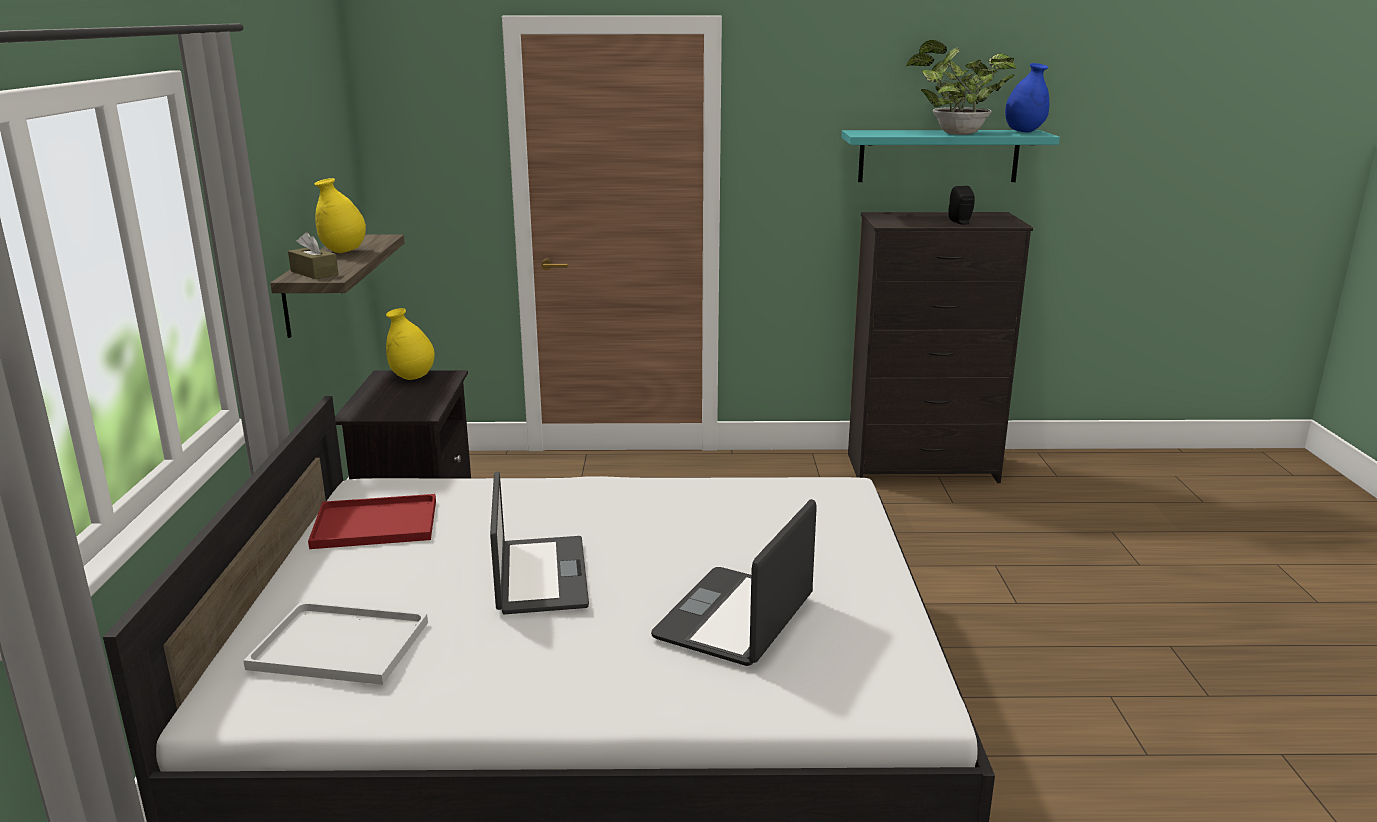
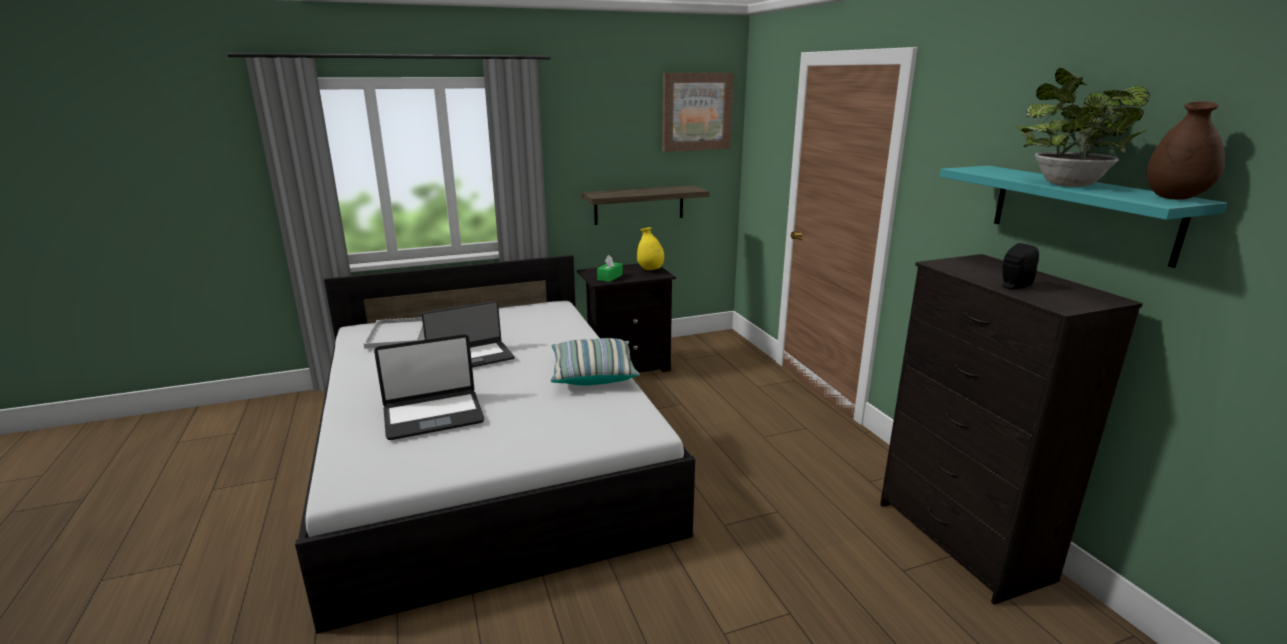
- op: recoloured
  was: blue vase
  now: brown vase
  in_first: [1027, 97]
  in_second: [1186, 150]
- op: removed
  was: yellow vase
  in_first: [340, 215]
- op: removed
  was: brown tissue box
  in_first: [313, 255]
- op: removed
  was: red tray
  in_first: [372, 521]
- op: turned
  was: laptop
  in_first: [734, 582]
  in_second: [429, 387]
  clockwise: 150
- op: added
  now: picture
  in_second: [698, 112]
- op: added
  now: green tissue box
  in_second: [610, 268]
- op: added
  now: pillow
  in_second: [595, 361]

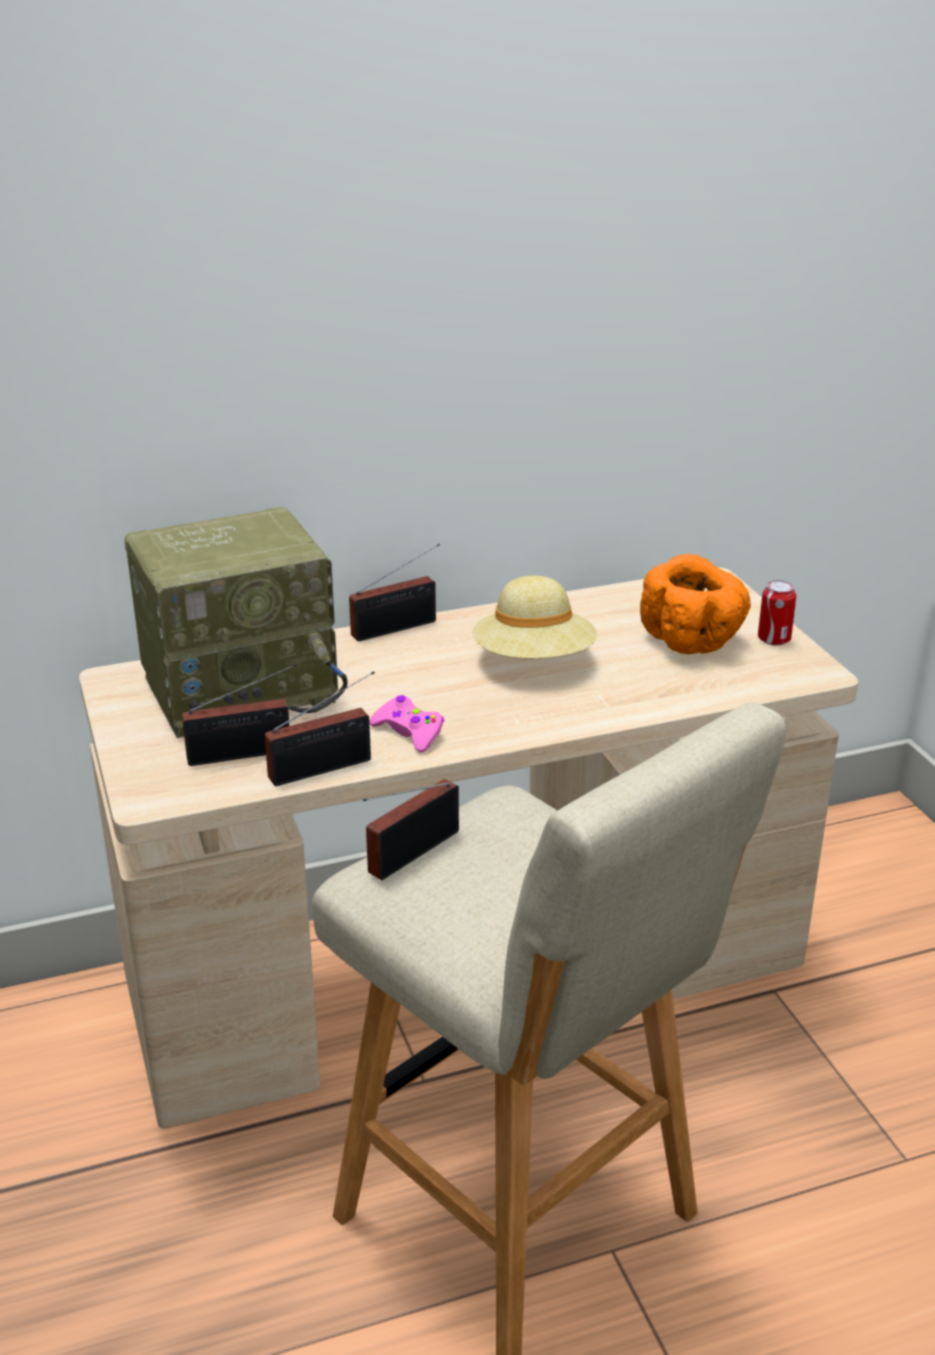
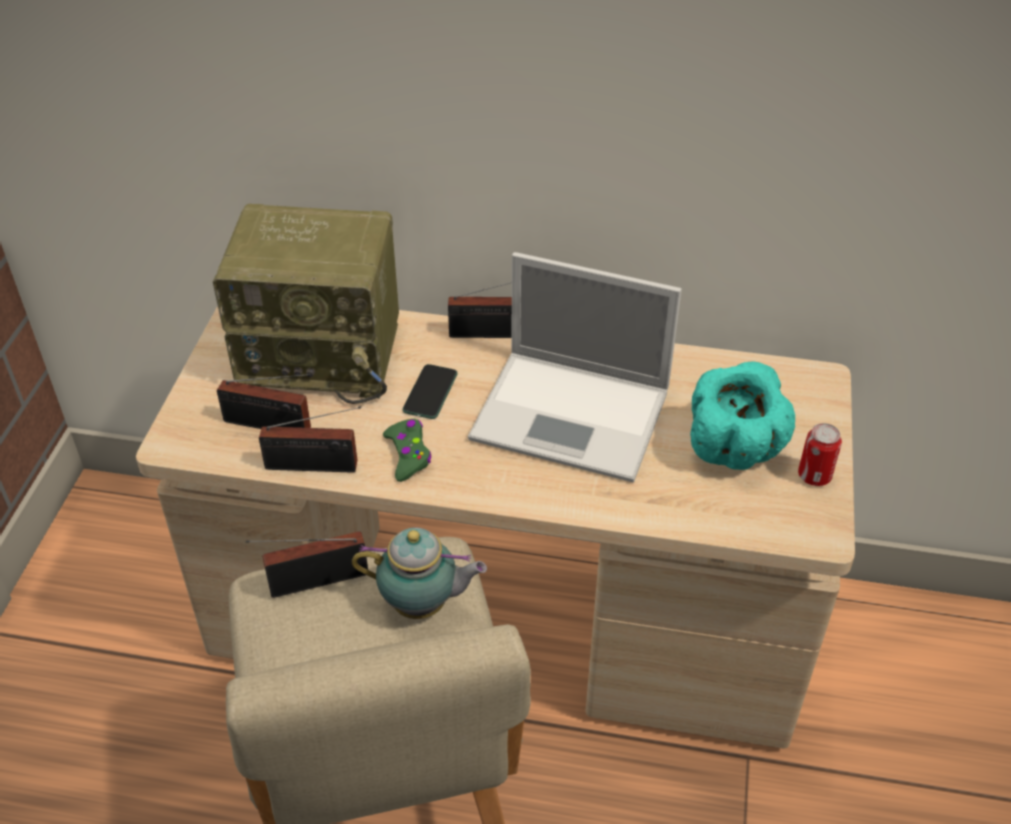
- op: recoloured
  was: orange bowl
  now: turquoise bowl
  in_first: [695, 604]
  in_second: [742, 415]
- op: replaced
  was: beige hat
  now: laptop
  in_first: [535, 617]
  in_second: [575, 367]
- op: recoloured
  was: pink game controller
  now: green game controller
  in_first: [406, 723]
  in_second: [407, 450]
- op: added
  now: phone
  in_second: [430, 391]
- op: added
  now: teapot
  in_second: [419, 573]

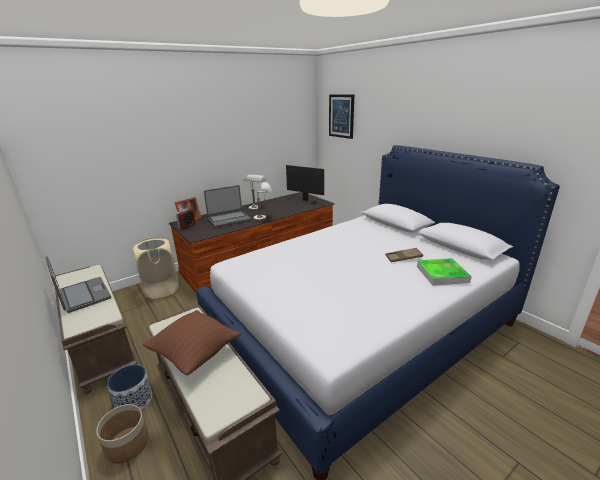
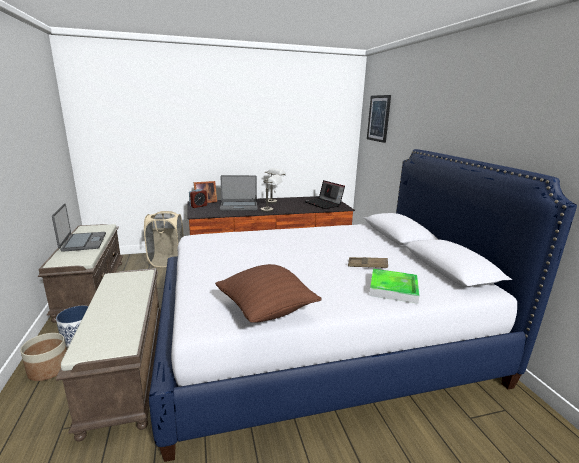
- op: replaced
  was: monitor
  now: laptop
  in_first: [305, 185]
  in_second: [324, 194]
- op: moved
  was: brown pillow
  in_first: [192, 343]
  in_second: [268, 293]

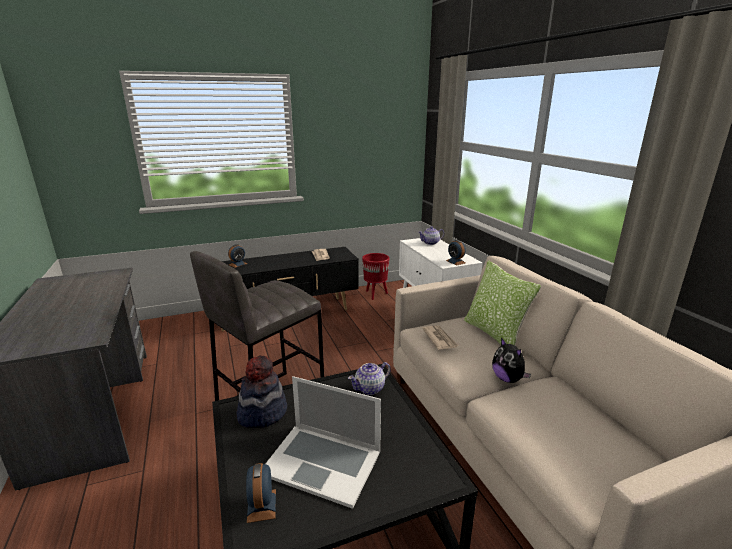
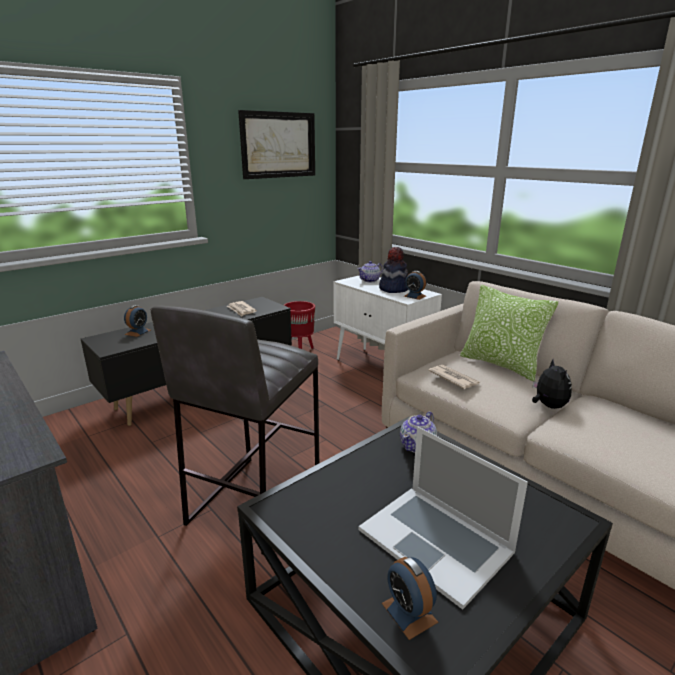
- op: turned
  was: plush toy
  in_first: [511, 360]
  in_second: [552, 384]
  clockwise: -135
- op: moved
  was: hat
  in_first: [261, 392]
  in_second: [393, 270]
- op: turned
  was: laptop
  in_first: [323, 442]
  in_second: [443, 518]
  clockwise: 45
- op: added
  now: picture
  in_second: [276, 144]

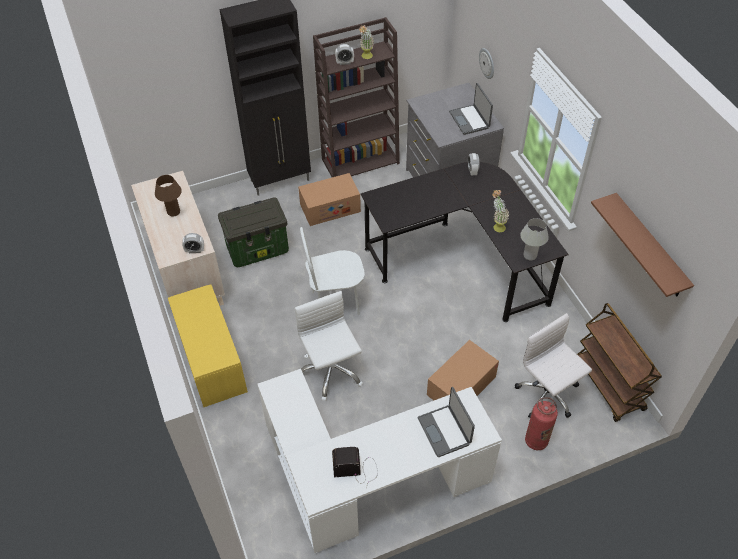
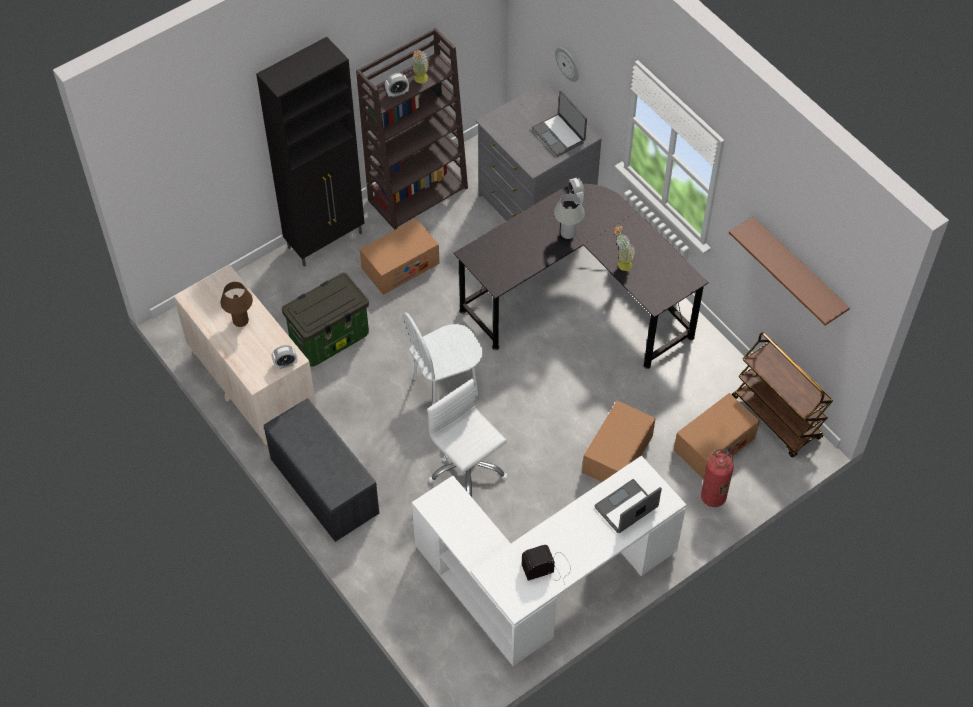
- op: moved
  was: white table lamp
  in_first: [534, 239]
  in_second: [569, 216]
- op: recoloured
  was: yellow bench
  now: grey bench
  in_first: [208, 345]
  in_second: [321, 470]
- op: replaced
  was: white office chair
  now: cardboard box
  in_first: [553, 365]
  in_second: [717, 436]
- op: turned
  was: laptop
  in_first: [446, 422]
  in_second: [628, 506]
  clockwise: 90

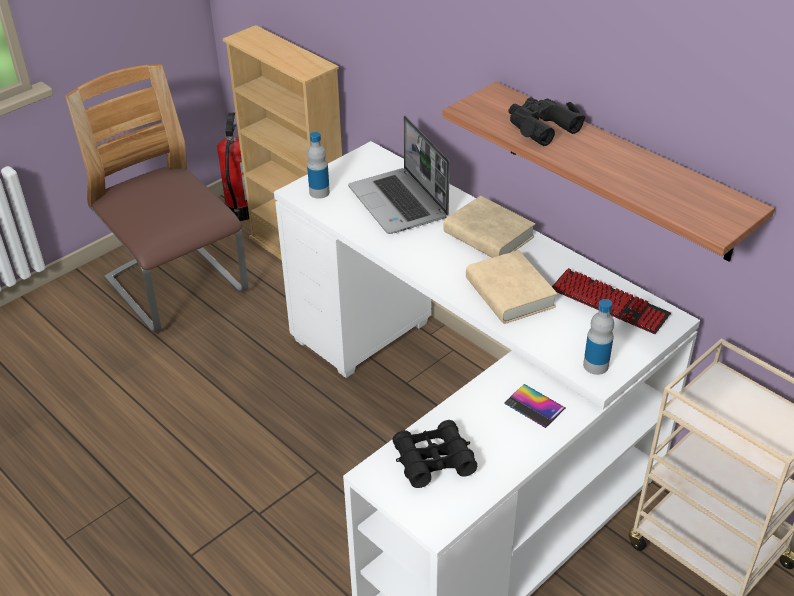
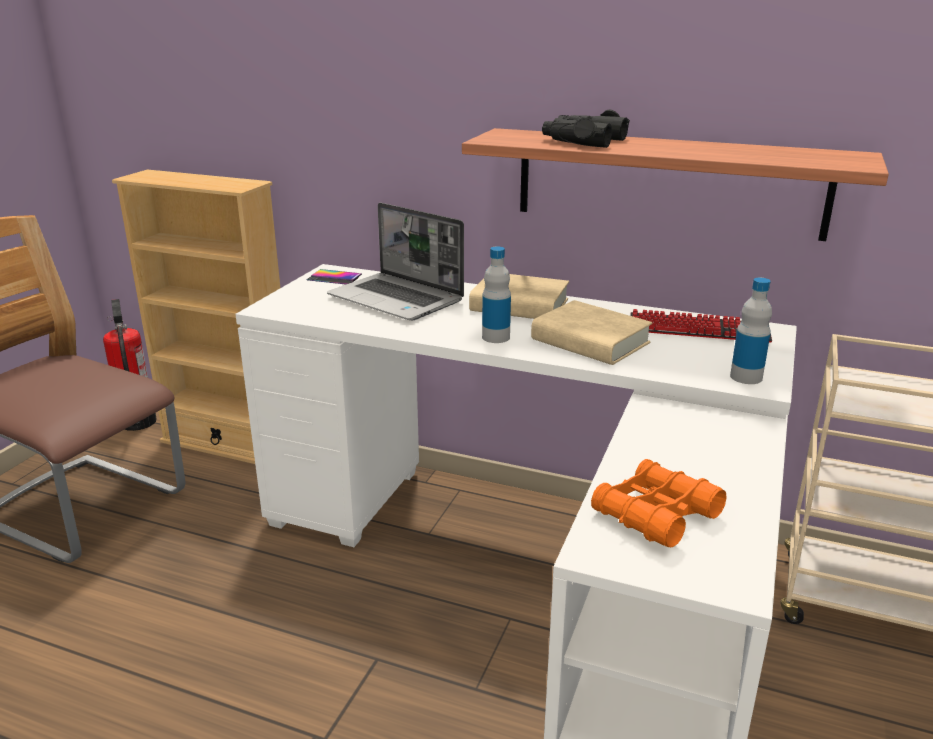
- op: moved
  was: bottle
  in_first: [318, 165]
  in_second: [496, 294]
- op: moved
  was: phone
  in_first: [534, 406]
  in_second: [334, 277]
- op: recoloured
  was: black binoculars
  now: orange binoculars
  in_first: [434, 454]
  in_second: [659, 503]

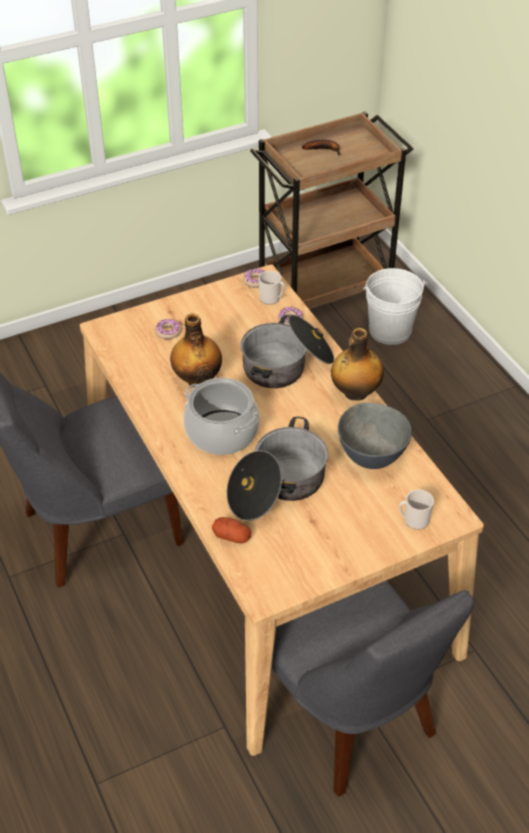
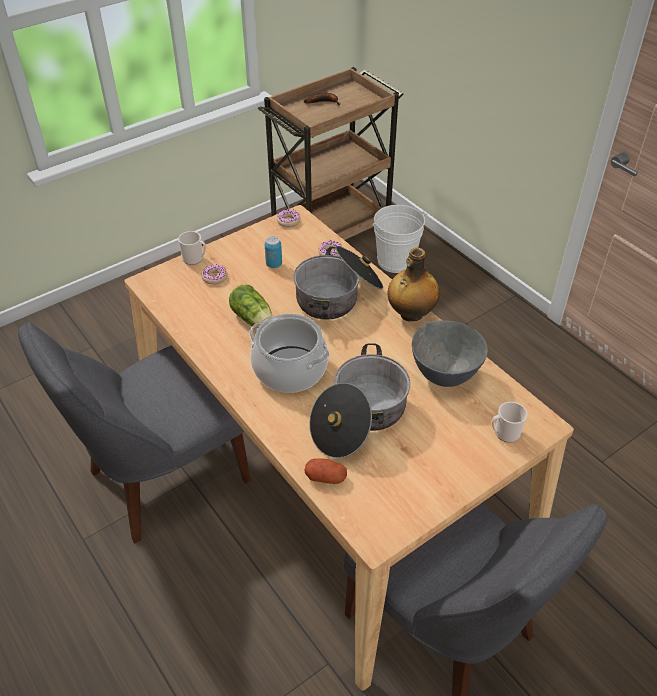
- op: moved
  was: mug
  in_first: [272, 288]
  in_second: [192, 248]
- op: replaced
  was: bottle
  now: lettuce
  in_first: [196, 350]
  in_second: [251, 306]
- op: added
  now: can
  in_second: [273, 252]

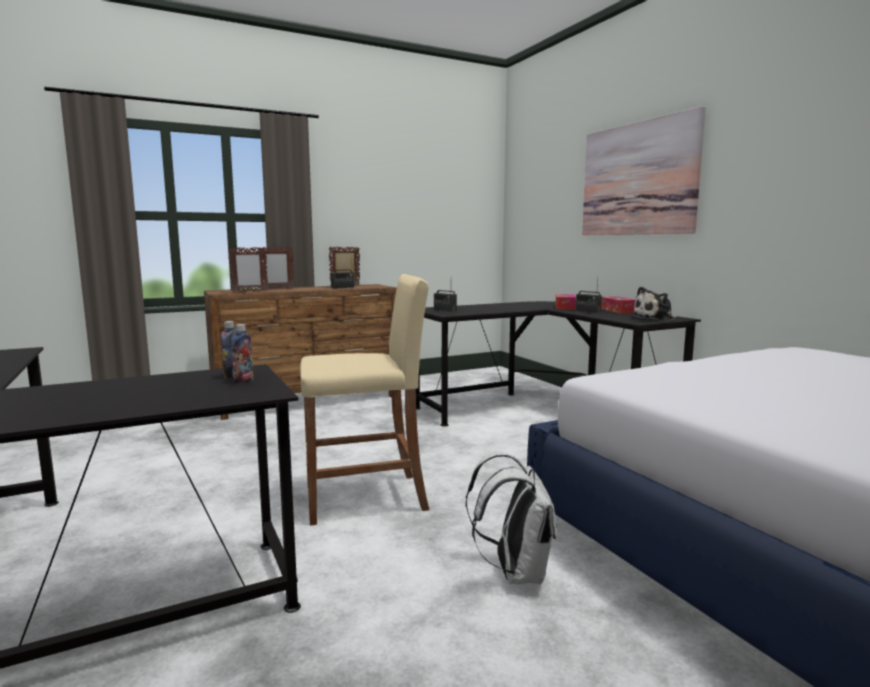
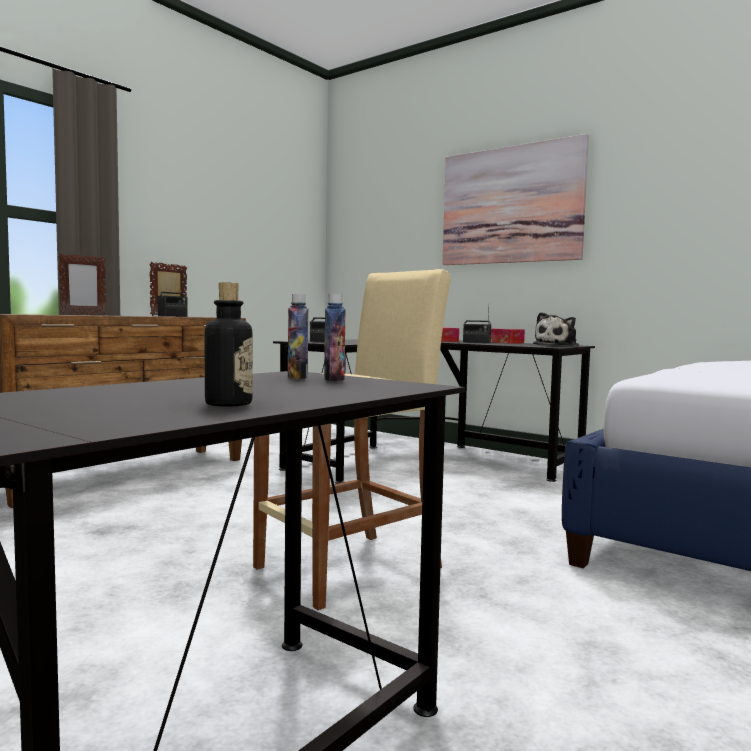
- op: removed
  was: picture frame
  in_first: [248, 270]
- op: removed
  was: white backpack
  in_first: [511, 519]
- op: added
  now: bottle
  in_second: [229, 344]

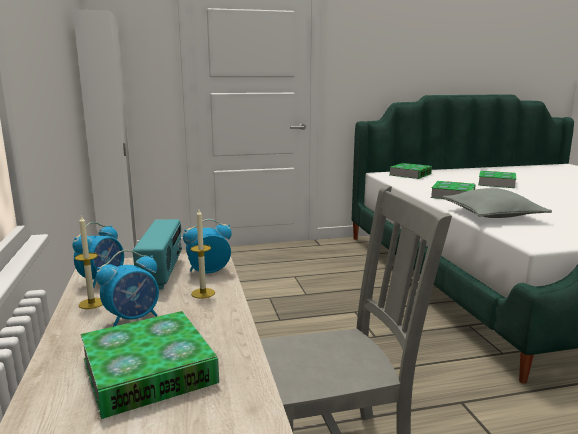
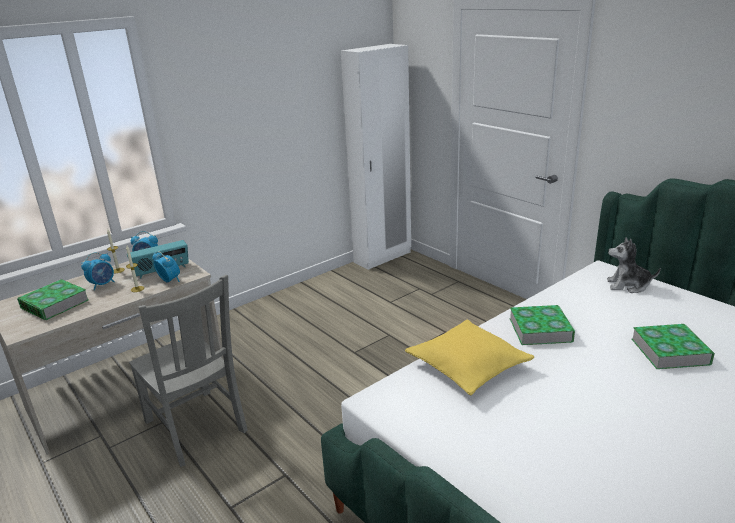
- op: replaced
  was: book
  now: plush toy
  in_first: [411, 171]
  in_second: [634, 265]
- op: recoloured
  was: grey pillow
  now: yellow pillow
  in_first: [497, 203]
  in_second: [469, 357]
- op: turned
  was: alarm clock
  in_first: [127, 288]
  in_second: [98, 271]
  clockwise: -75

